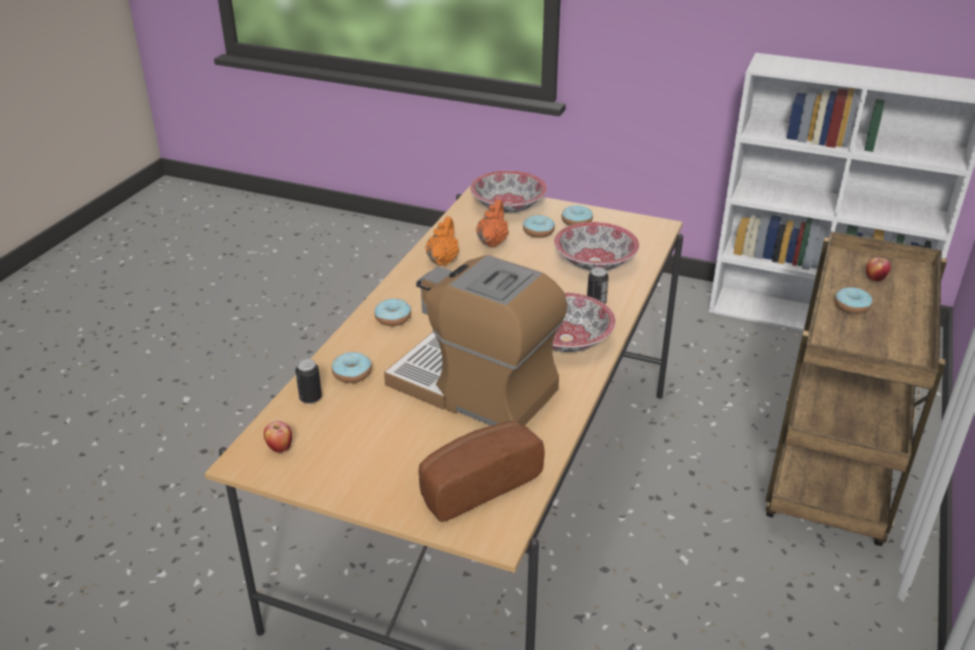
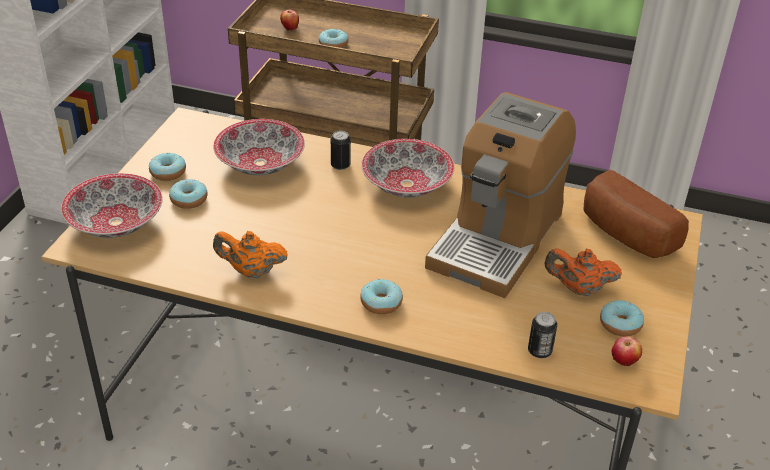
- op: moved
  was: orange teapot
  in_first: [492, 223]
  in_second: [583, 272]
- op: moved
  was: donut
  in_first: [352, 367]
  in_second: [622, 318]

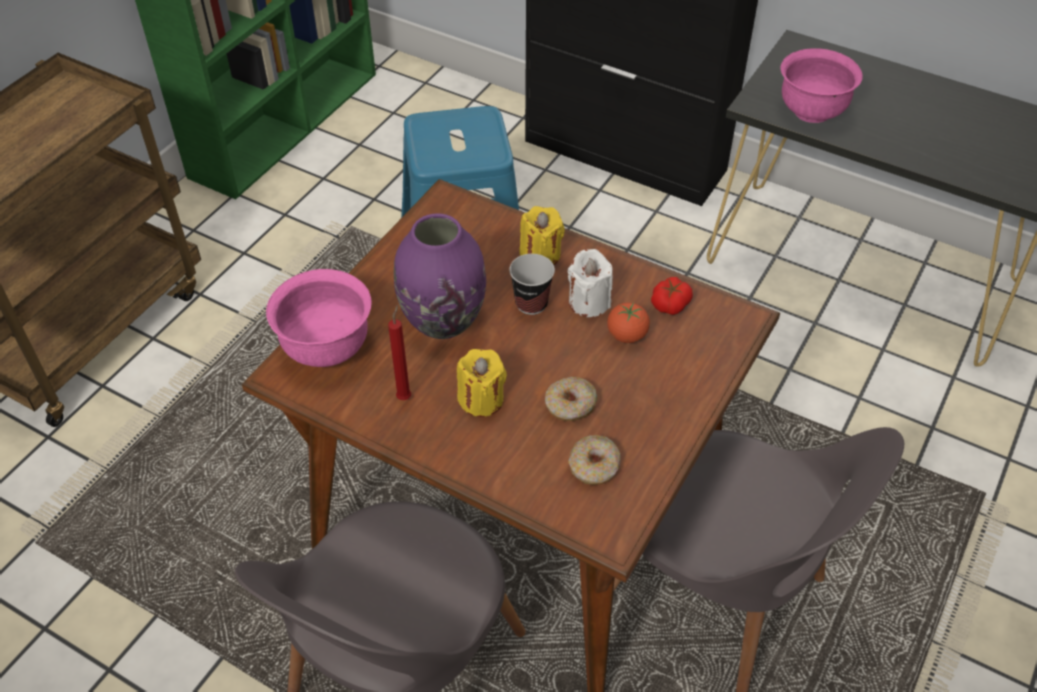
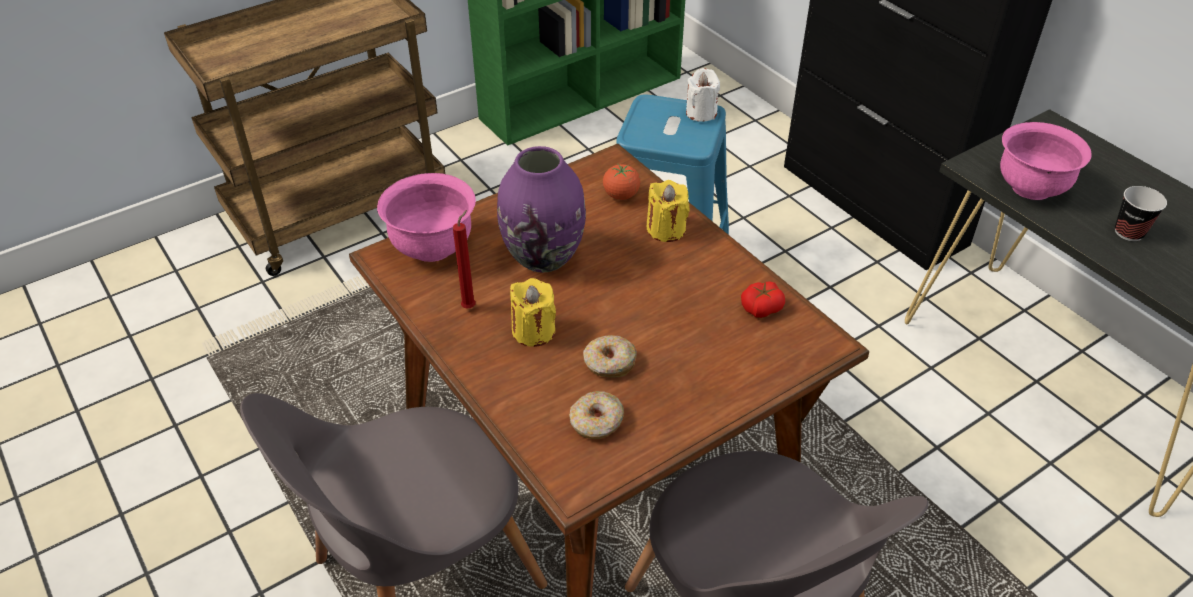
- op: moved
  was: white candle
  in_first: [590, 283]
  in_second: [703, 95]
- op: moved
  was: cup
  in_first: [532, 284]
  in_second: [1141, 213]
- op: moved
  was: tomato
  in_first: [628, 322]
  in_second: [621, 182]

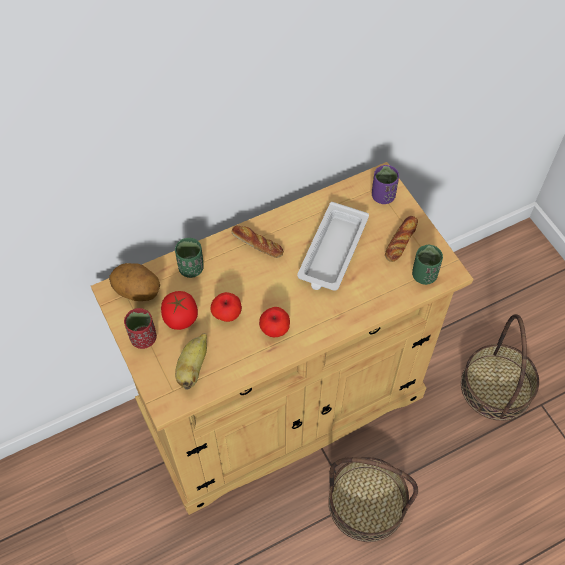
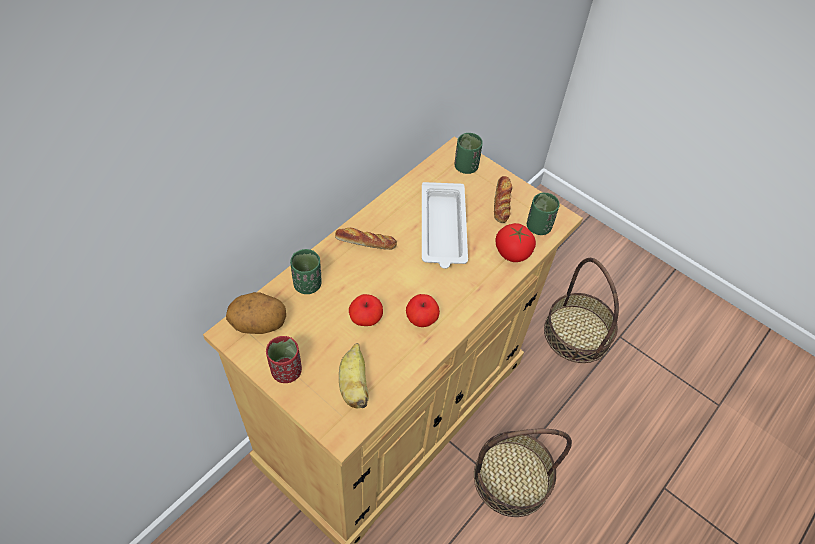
- op: recoloured
  was: purple cup
  now: green cup
  in_first: [385, 184]
  in_second: [469, 153]
- op: moved
  was: tomato
  in_first: [179, 310]
  in_second: [516, 242]

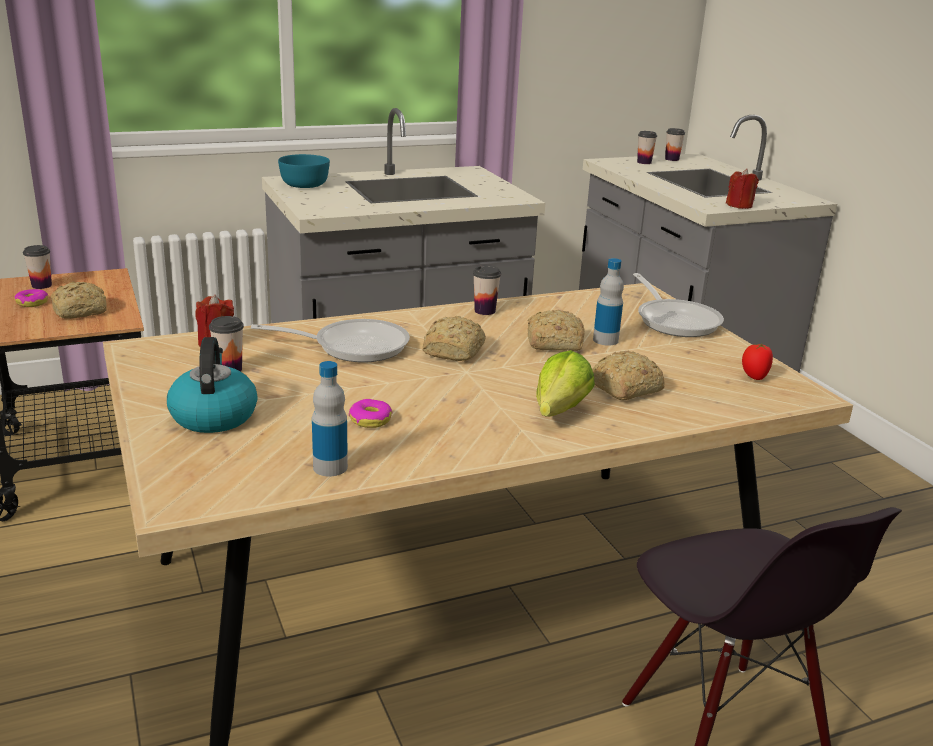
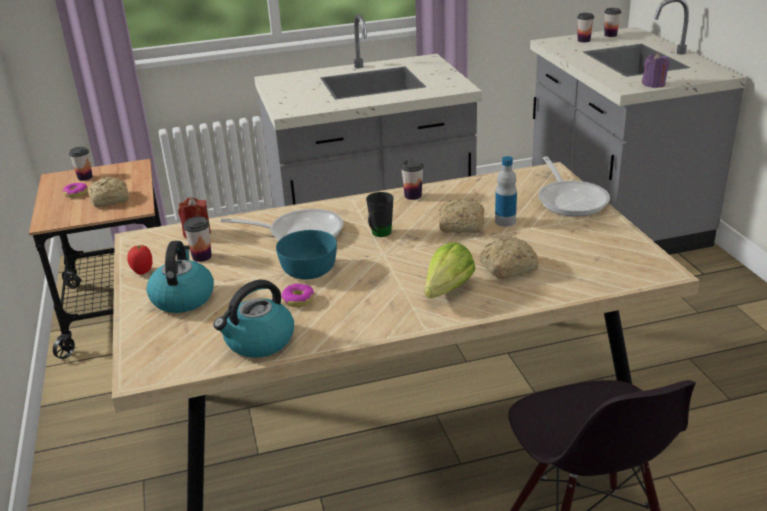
- op: moved
  was: turquoise bowl
  in_first: [304, 171]
  in_second: [306, 254]
- op: recoloured
  was: red candle
  now: purple candle
  in_first: [742, 189]
  in_second: [656, 70]
- op: replaced
  was: bread
  now: black mug
  in_first: [454, 338]
  in_second: [379, 214]
- op: moved
  was: tomato
  in_first: [757, 362]
  in_second: [139, 260]
- op: replaced
  was: bottle
  now: kettle
  in_first: [330, 418]
  in_second: [254, 319]

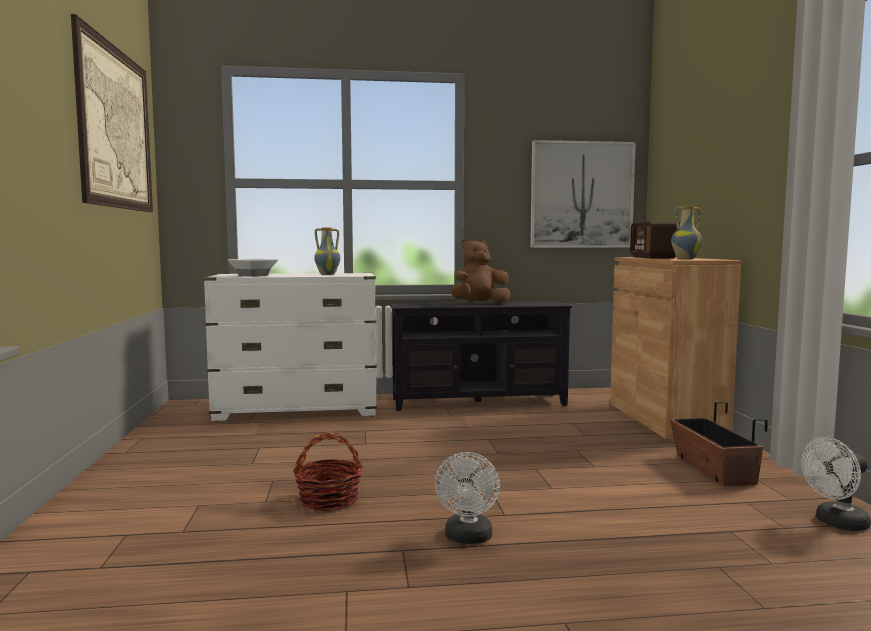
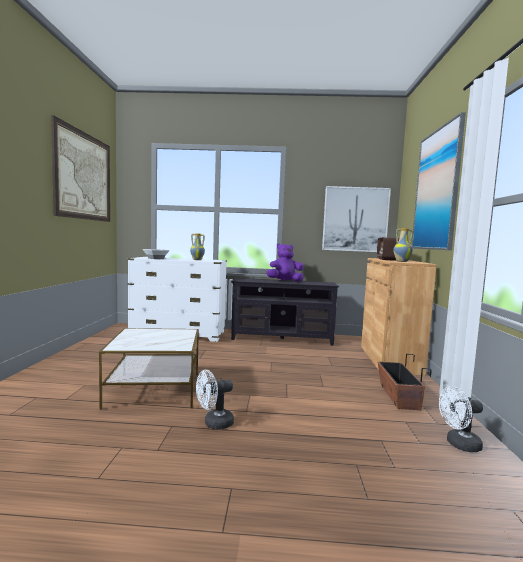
- op: recoloured
  was: brown plush toy
  now: purple plush toy
  in_first: [480, 271]
  in_second: [285, 262]
- op: replaced
  was: basket
  now: side table
  in_first: [327, 471]
  in_second: [149, 369]
- op: turned
  was: white fan
  in_first: [467, 498]
  in_second: [215, 399]
  clockwise: 45
- op: added
  now: picture
  in_second: [439, 181]

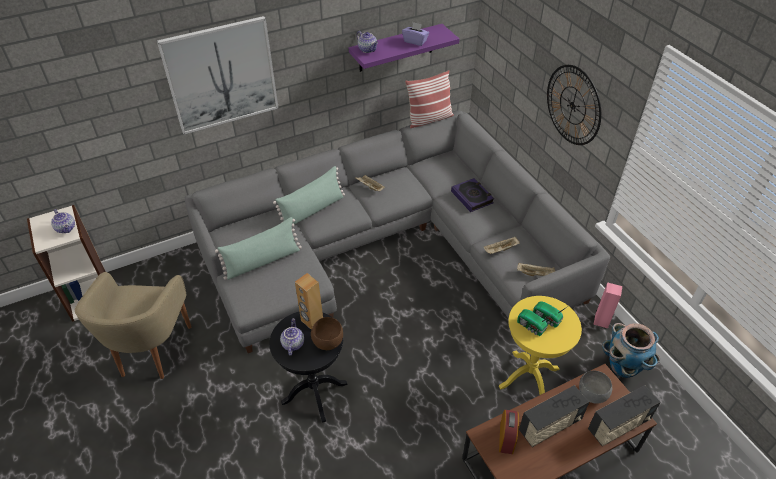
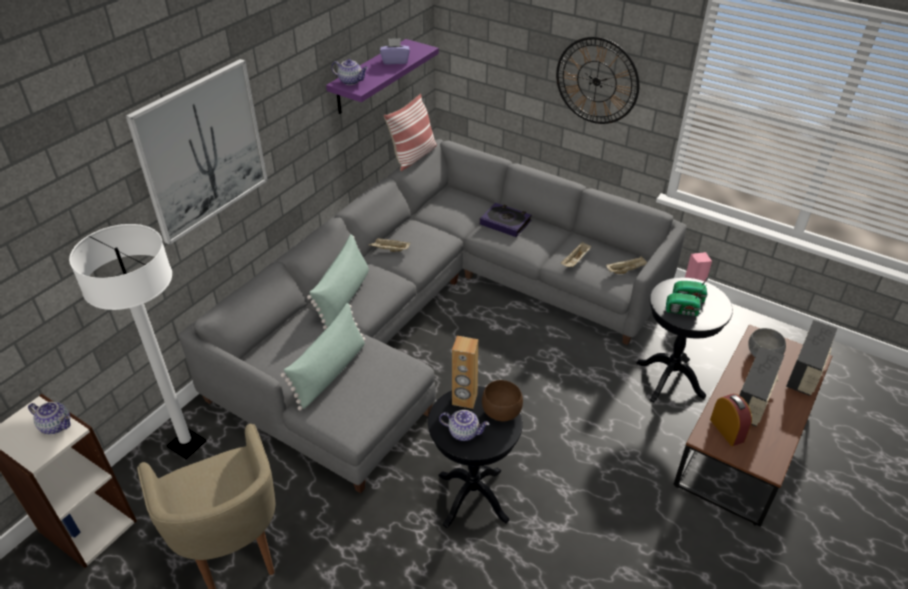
- op: recoloured
  was: yellow side table
  now: black side table
  in_first: [540, 345]
  in_second: [684, 339]
- op: turned
  was: teapot
  in_first: [292, 337]
  in_second: [464, 425]
  clockwise: 135
- op: removed
  was: planter
  in_first: [631, 350]
- op: added
  now: white floor lamp
  in_second: [137, 341]

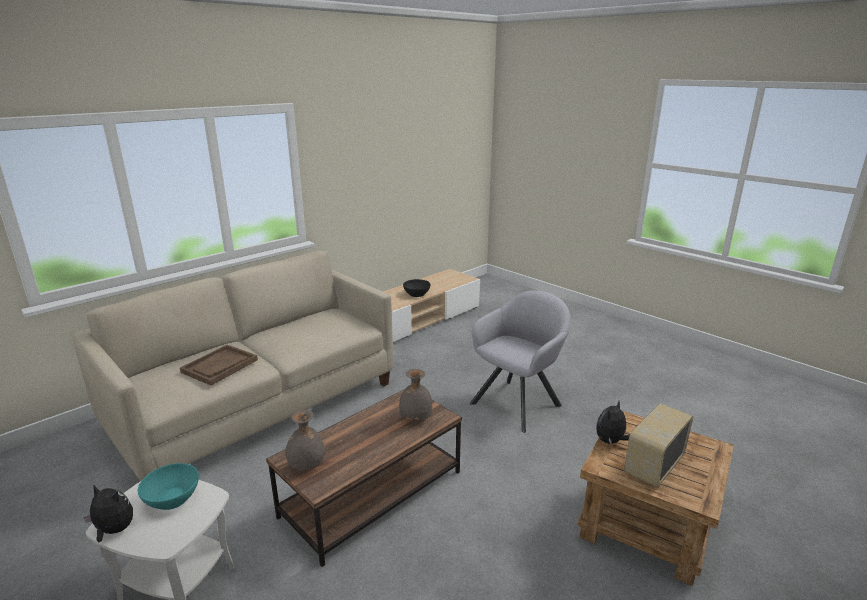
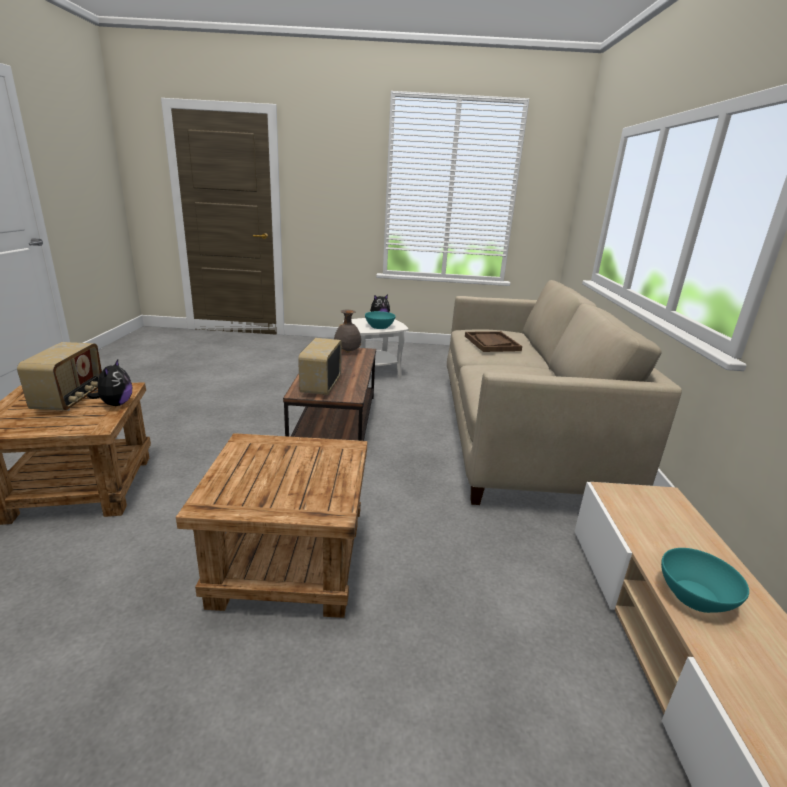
- op: recoloured
  was: black bowl
  now: turquoise bowl
  in_first: [416, 288]
  in_second: [705, 580]
- op: replaced
  was: grey armchair
  now: brown side table
  in_first: [520, 362]
  in_second: [271, 525]
- op: replaced
  was: grey vase
  now: radio
  in_first: [415, 394]
  in_second: [320, 366]

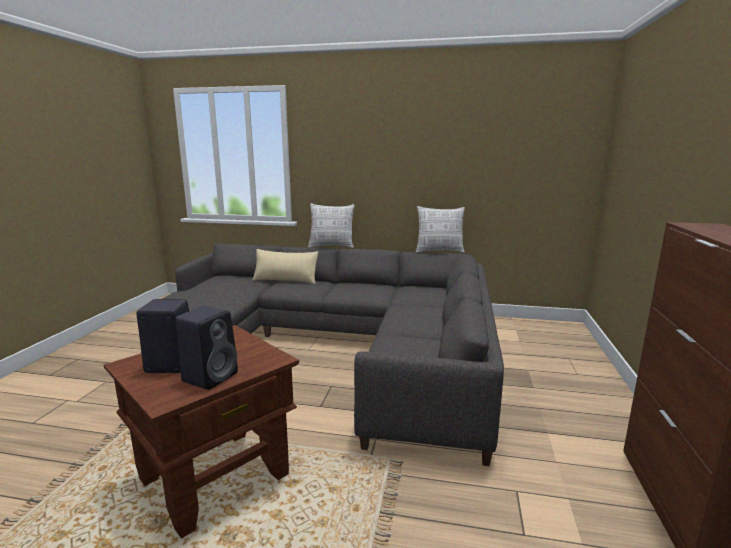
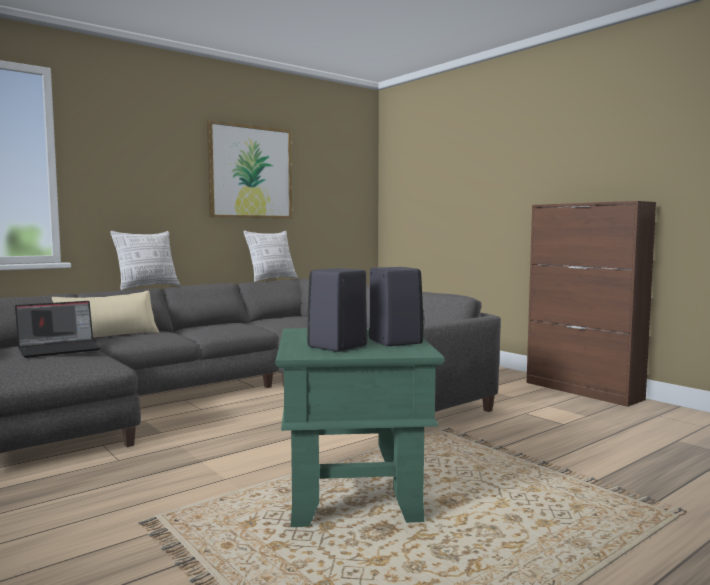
- op: recoloured
  was: brown side table
  now: green side table
  in_first: [201, 432]
  in_second: [360, 427]
- op: added
  now: picture
  in_second: [249, 169]
- op: added
  now: laptop
  in_second: [58, 329]

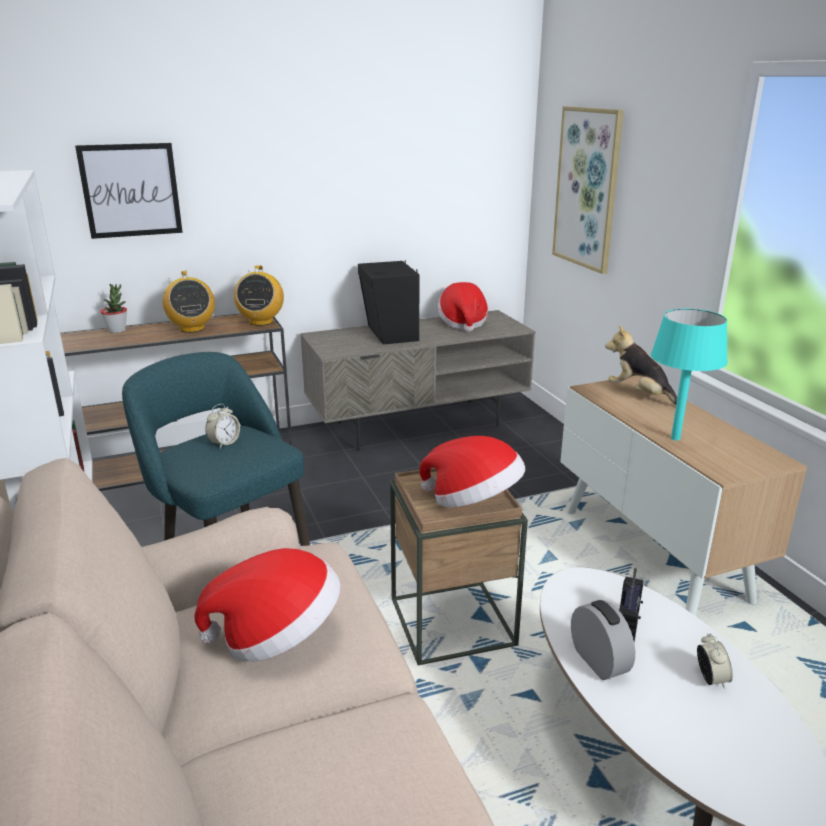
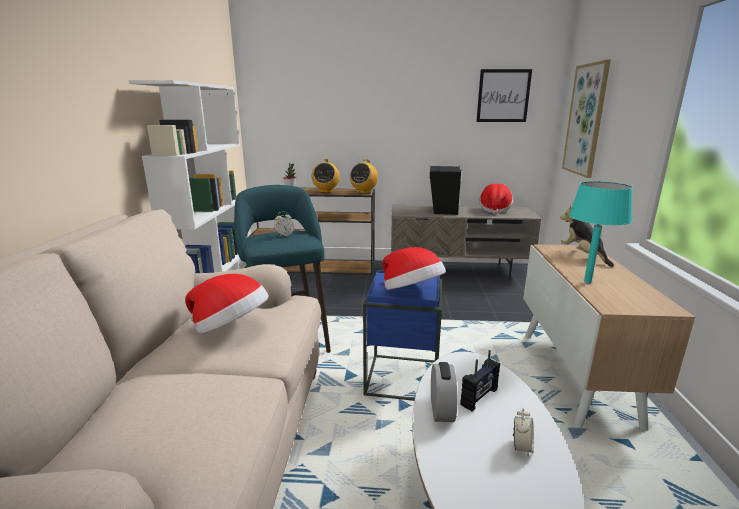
- op: moved
  was: picture
  in_first: [129, 191]
  in_second: [504, 95]
- op: recoloured
  was: brown side table
  now: blue side table
  in_first: [459, 566]
  in_second: [402, 335]

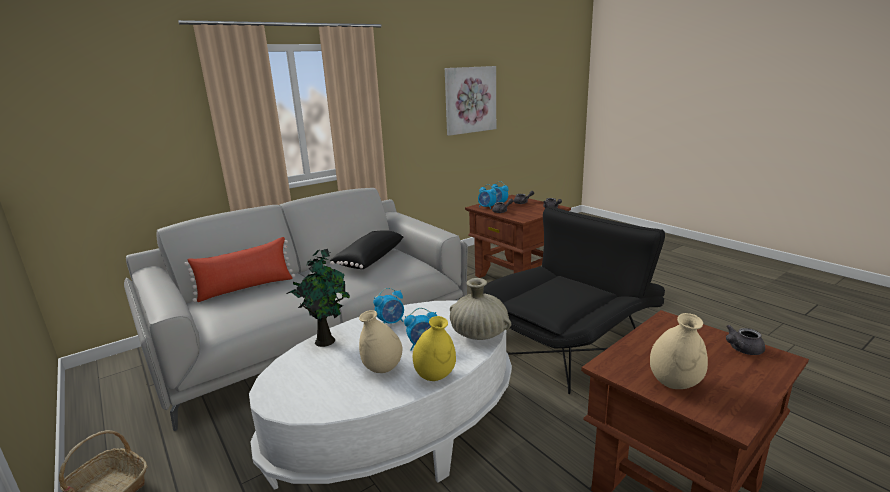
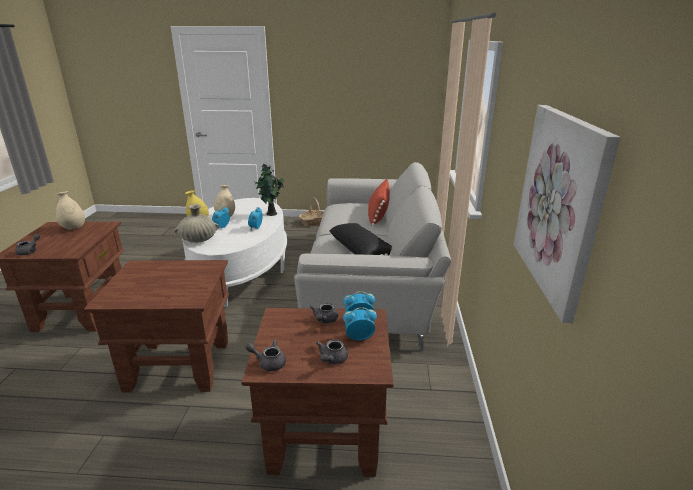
- op: replaced
  was: black armchair
  now: brown side table
  in_first: [574, 300]
  in_second: [156, 326]

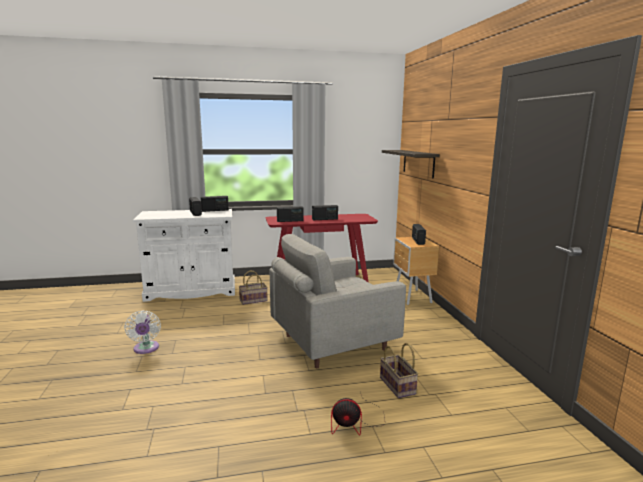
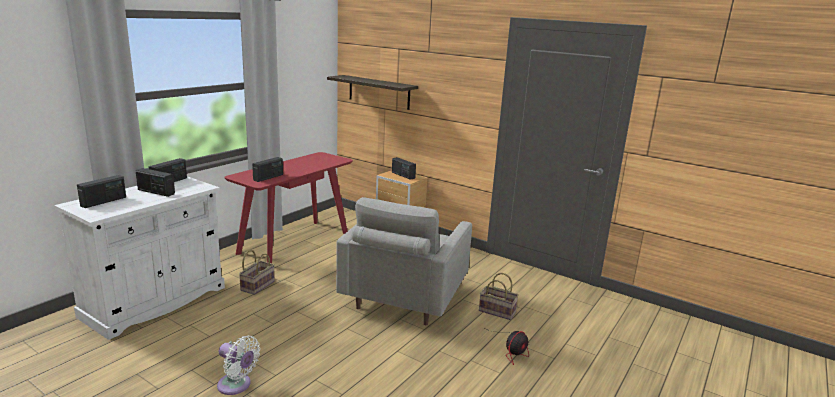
- op: moved
  was: radio
  in_first: [325, 212]
  in_second: [101, 191]

